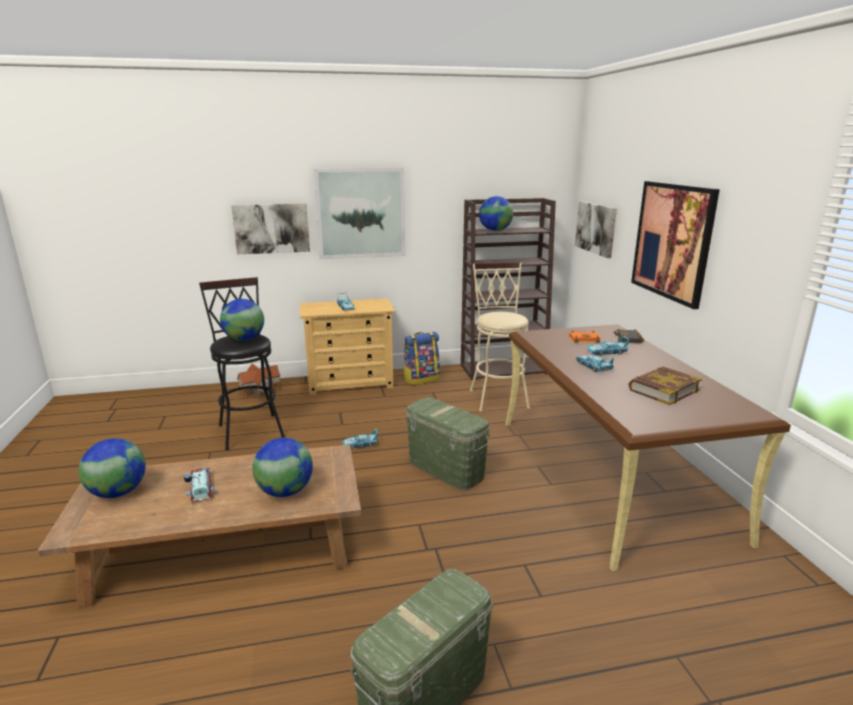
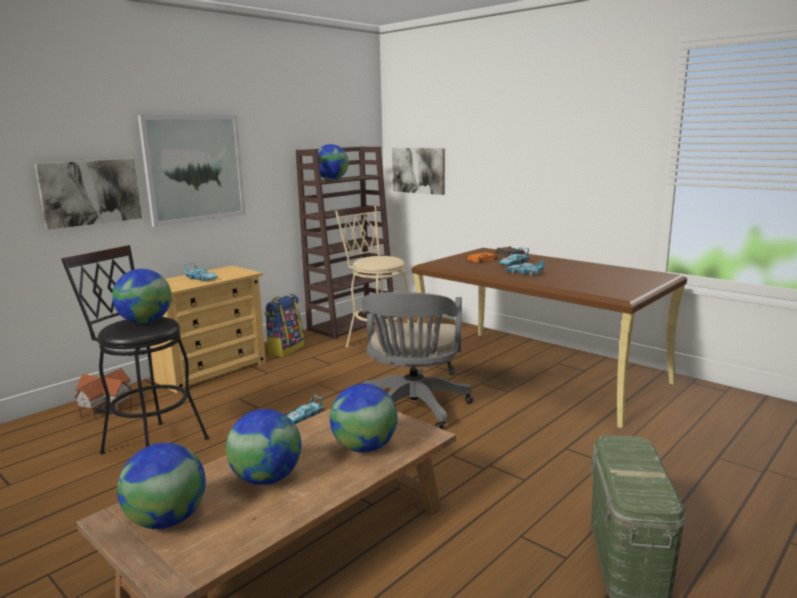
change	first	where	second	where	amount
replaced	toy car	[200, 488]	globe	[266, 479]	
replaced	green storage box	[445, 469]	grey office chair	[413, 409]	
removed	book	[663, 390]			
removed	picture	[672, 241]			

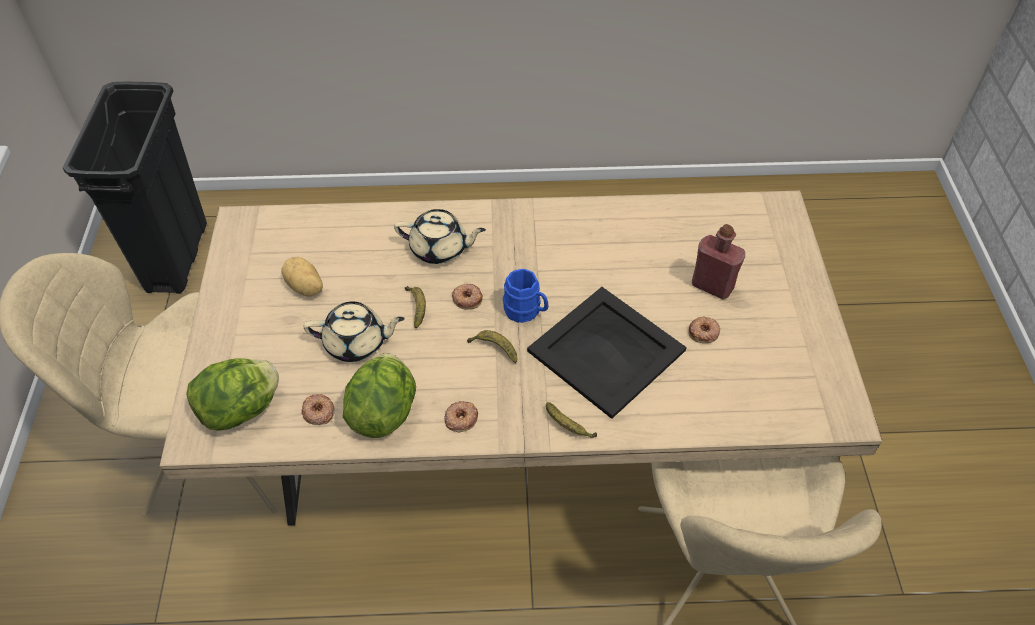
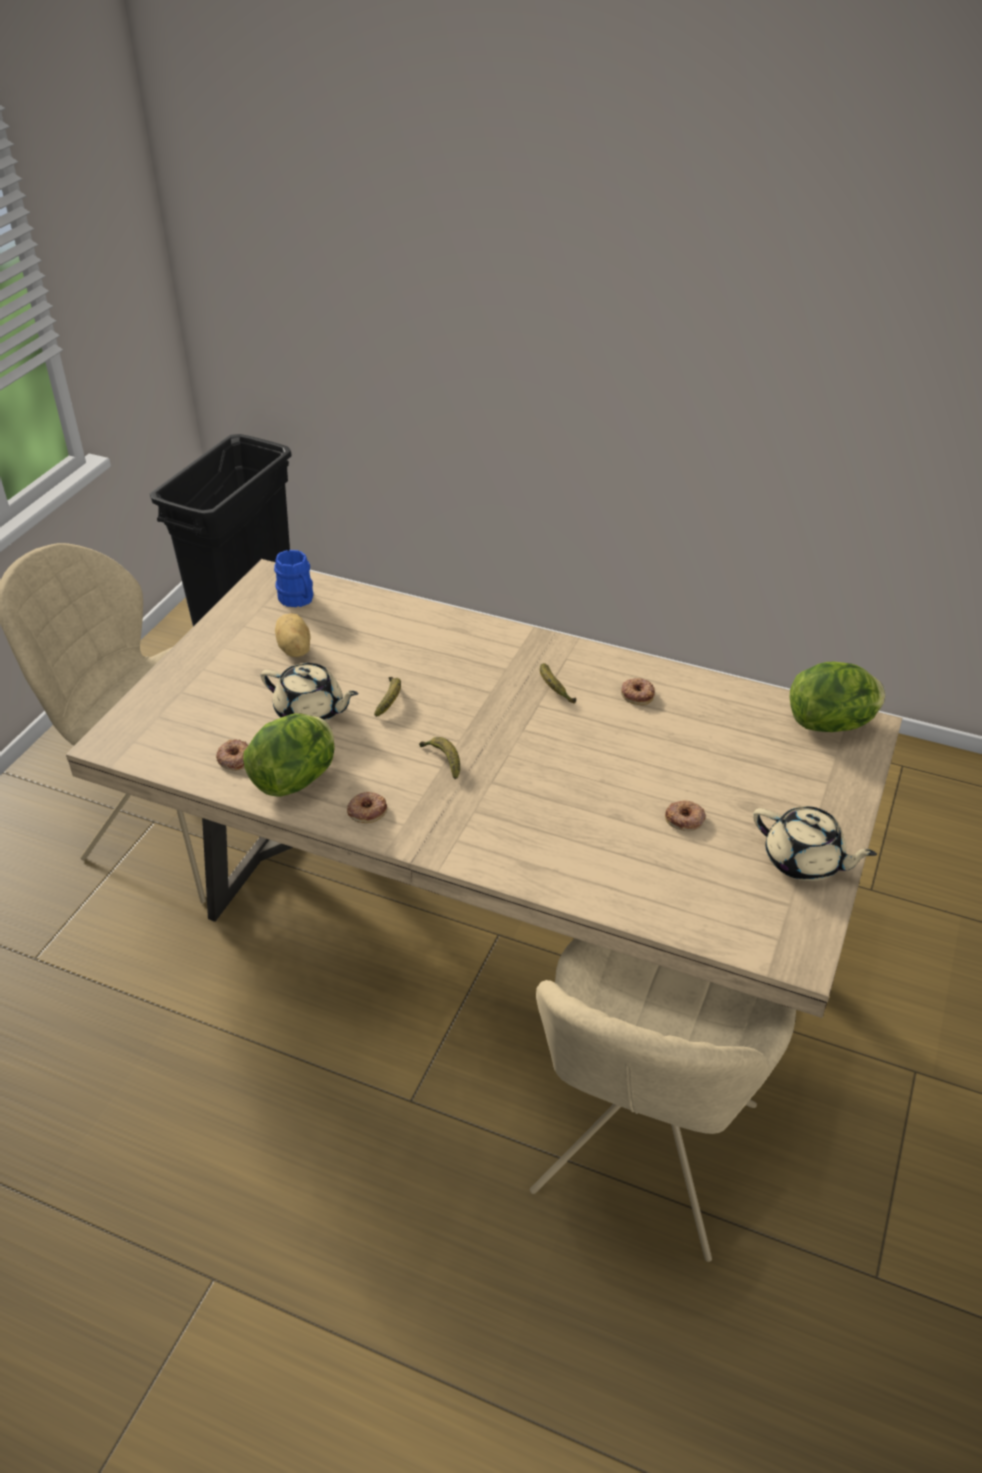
change	first	where	second	where	amount
moved	blue mug	[526, 311]		[298, 600]	
moved	banana	[567, 426]		[553, 688]	
moved	donut	[467, 298]		[637, 694]	
moved	beige teapot	[440, 249]		[804, 861]	
moved	lettuce	[241, 409]		[831, 724]	
removed	black tray	[607, 351]			
removed	red bottle	[712, 286]			

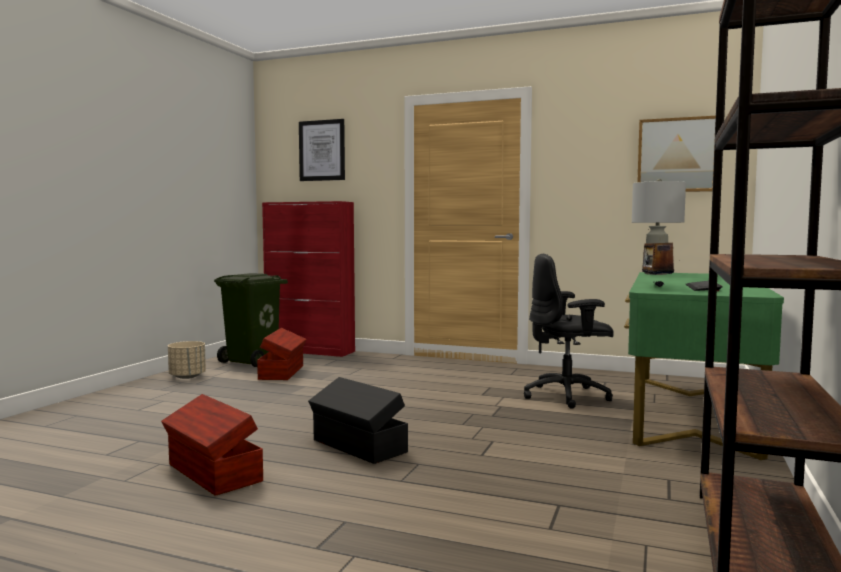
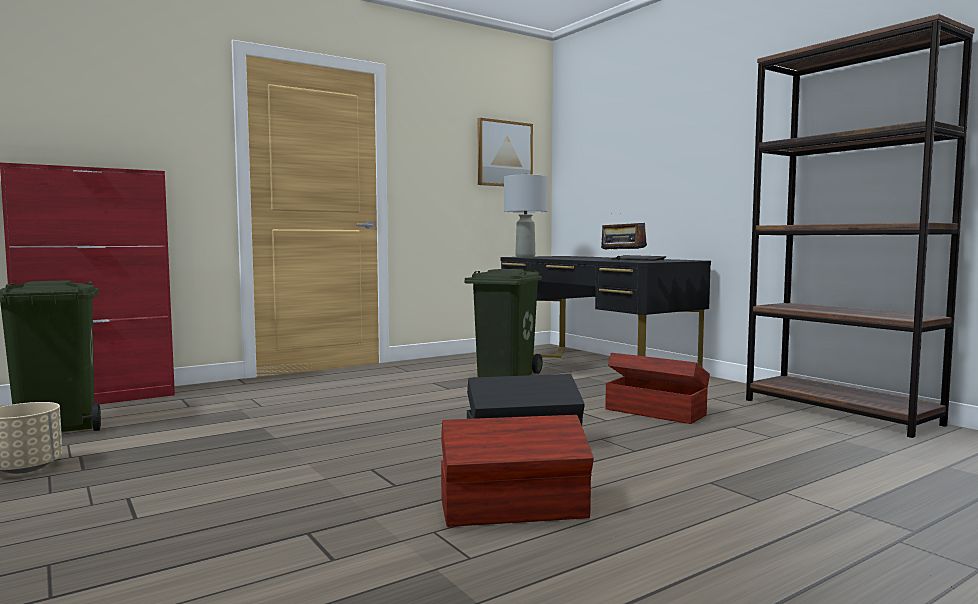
change	first	where	second	where	amount
replaced	black office chair	[567, 396]	green trash can	[504, 374]	
recoloured	green desk	[691, 412]	black desk	[595, 365]	
moved	brown storage box	[282, 372]		[655, 412]	
removed	picture	[322, 150]			

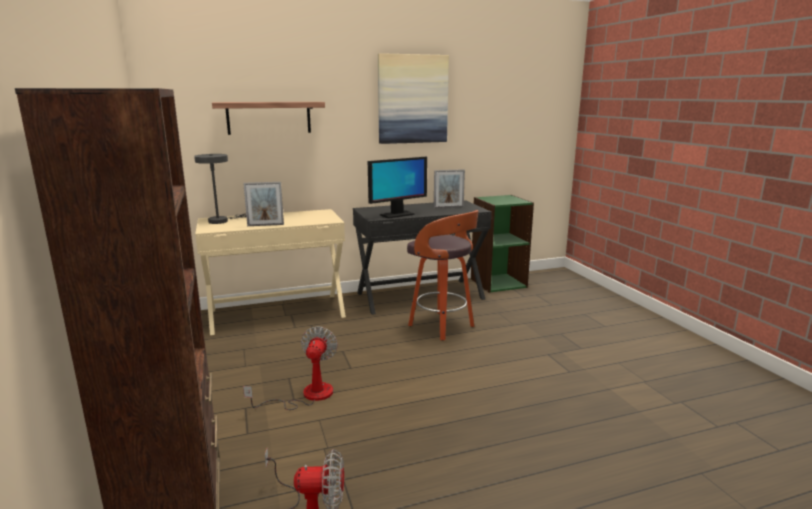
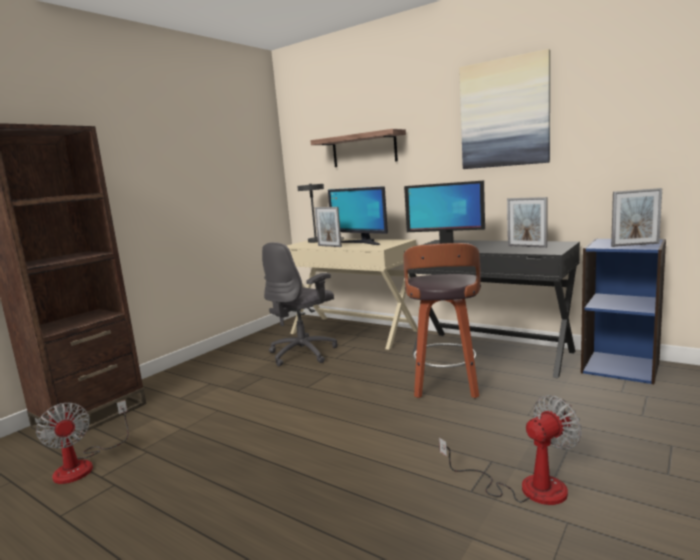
change	first	where	second	where	amount
added			grey office chair	[304, 353]	
added			monitor	[361, 242]	
moved	fan	[307, 395]		[526, 487]	
recoloured	green bookcase	[498, 283]	blue bookcase	[620, 366]	
added			picture frame	[635, 245]	

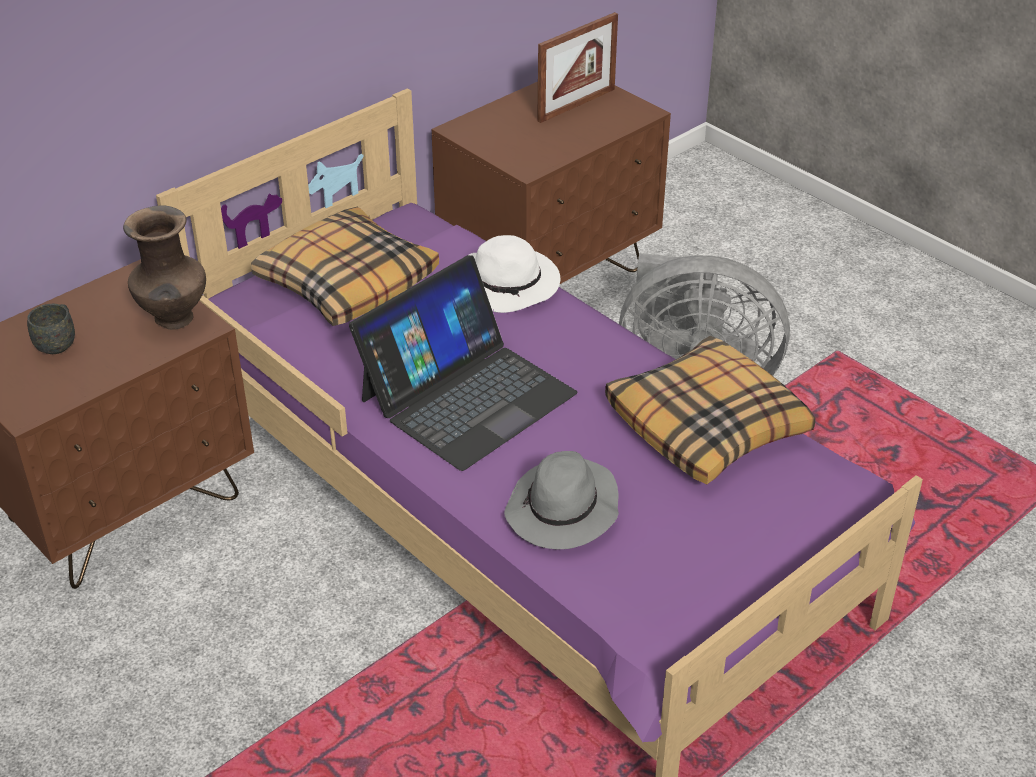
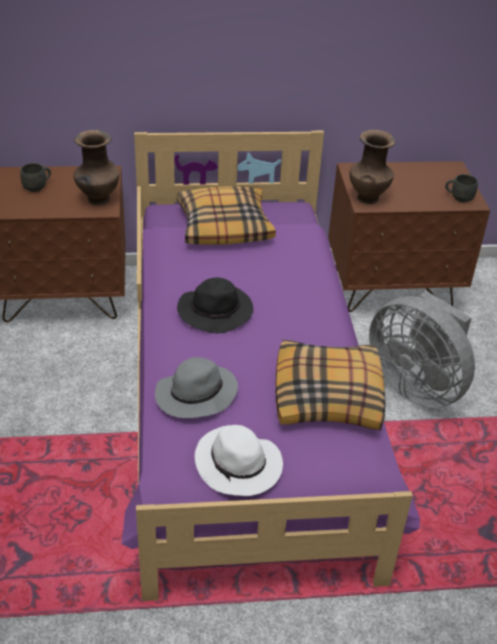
change	first	where	second	where	amount
replaced	laptop	[467, 396]	black hat	[216, 311]	
moved	white hat	[508, 285]		[239, 465]	
added			brown vase	[367, 197]	
added			grey mug	[458, 198]	
removed	picture frame	[576, 105]			

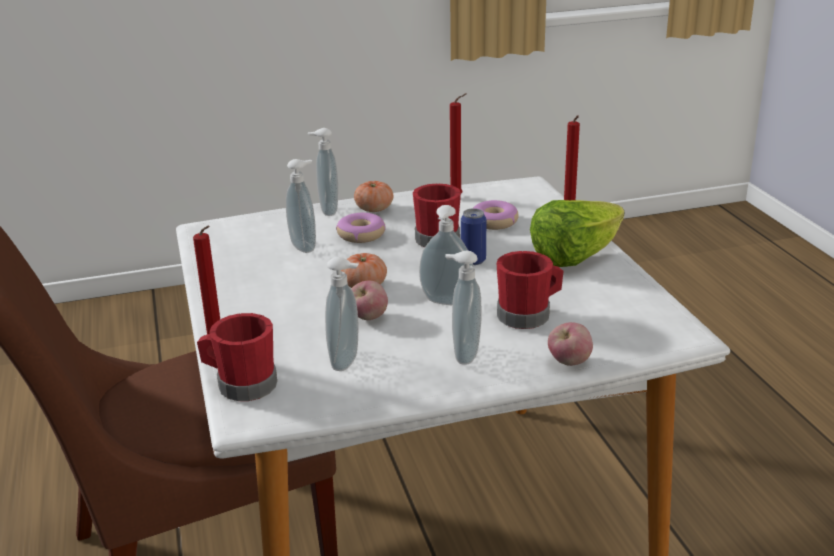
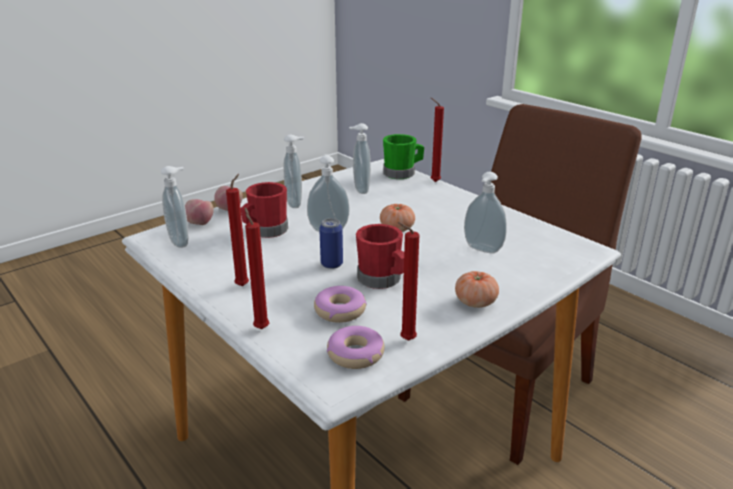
change	first	where	second	where	amount
moved	soap dispenser	[327, 210]		[181, 242]	
moved	apple	[368, 318]		[200, 224]	
replaced	lettuce	[575, 257]	red candle	[243, 285]	
moved	donut	[361, 235]		[356, 354]	
recoloured	red mug	[241, 385]	green mug	[402, 173]	

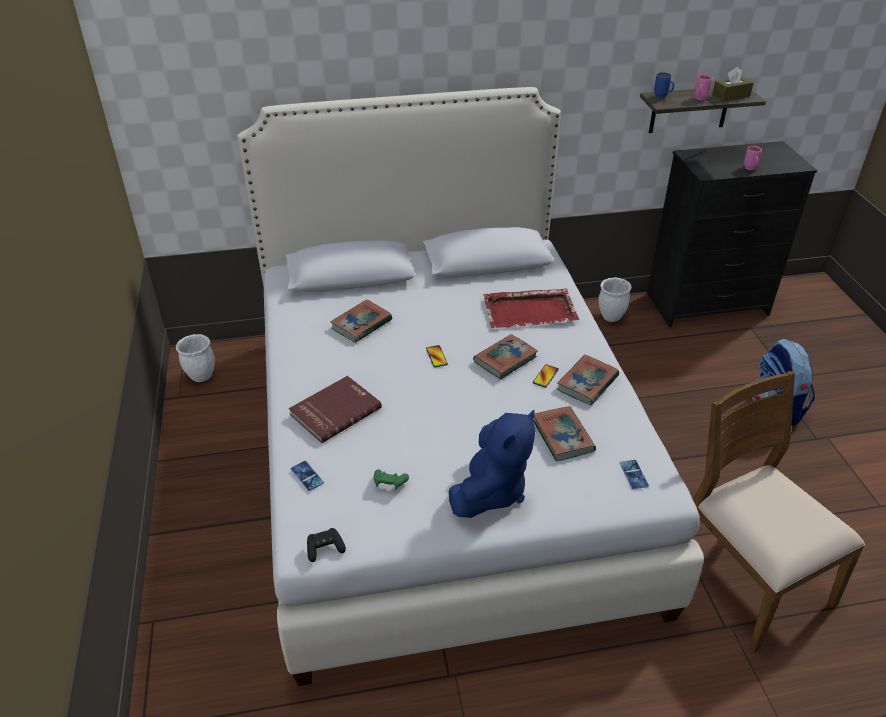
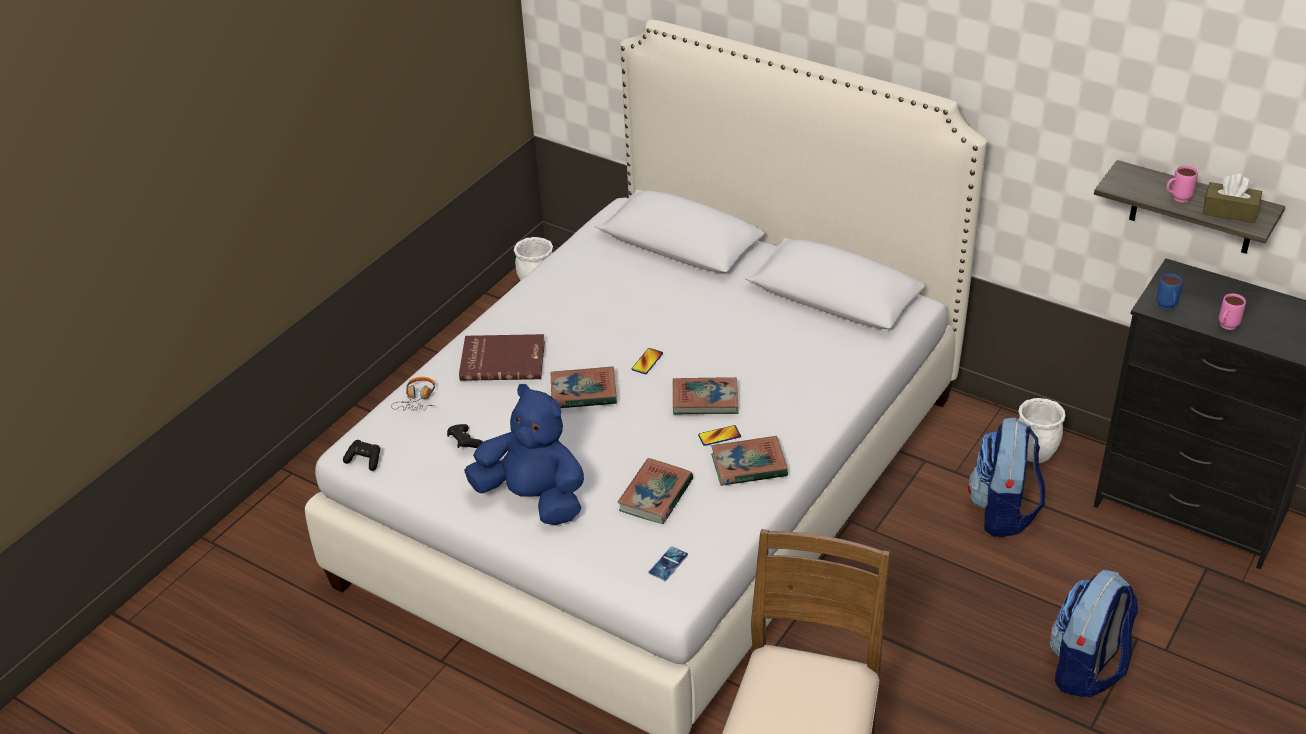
change	first	where	second	where	amount
replaced	phone	[307, 476]	headphones	[417, 399]	
recoloured	green game controller	[389, 484]	black game controller	[464, 442]	
turned	blue plush toy	[491, 491]		[533, 498]	135 degrees counterclockwise
moved	book	[361, 324]		[583, 392]	
added			backpack	[1003, 512]	
moved	blue mug	[662, 97]		[1166, 308]	
removed	red tray	[530, 311]			

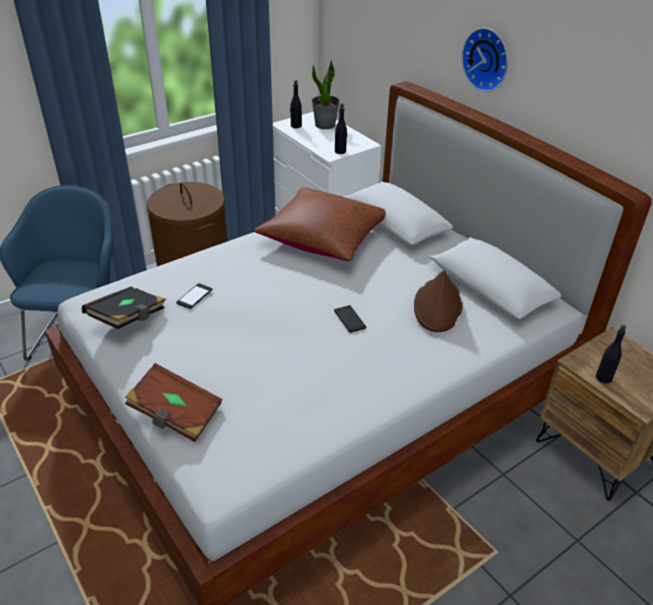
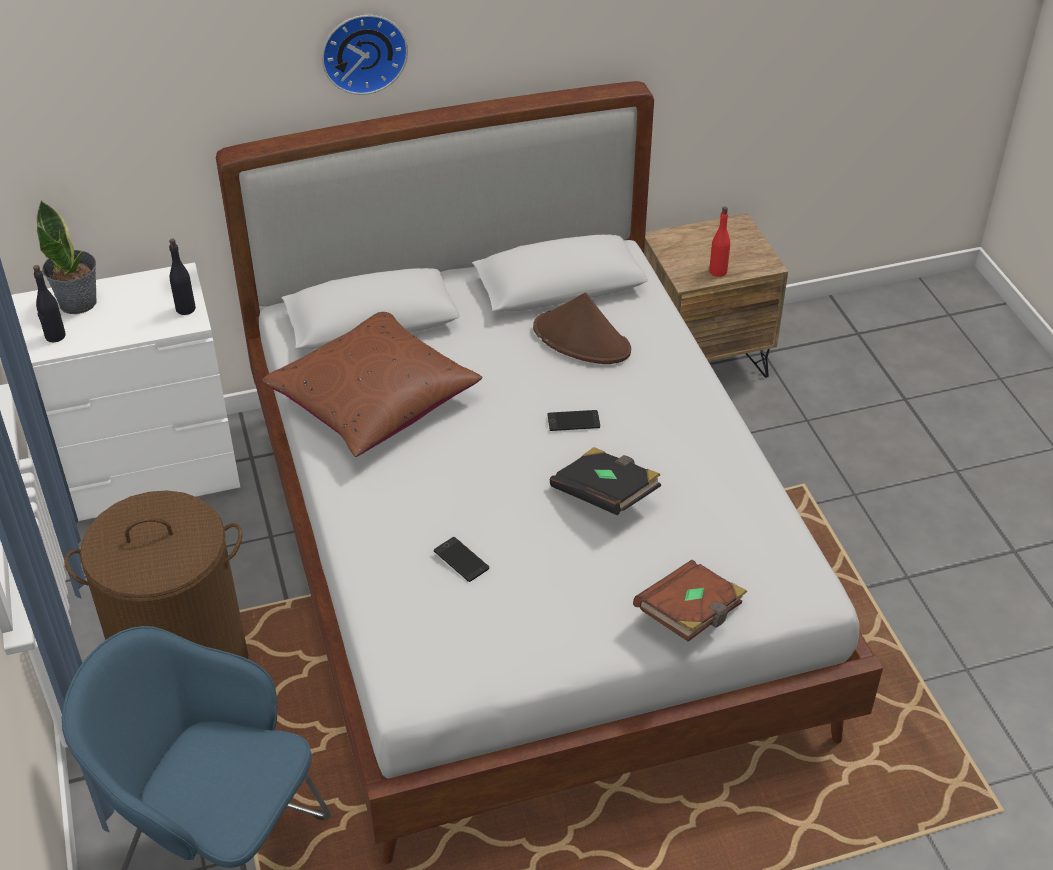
change	first	where	second	where	amount
moved	black book	[128, 318]		[605, 495]	
recoloured	black bottle	[604, 377]	red bottle	[718, 271]	

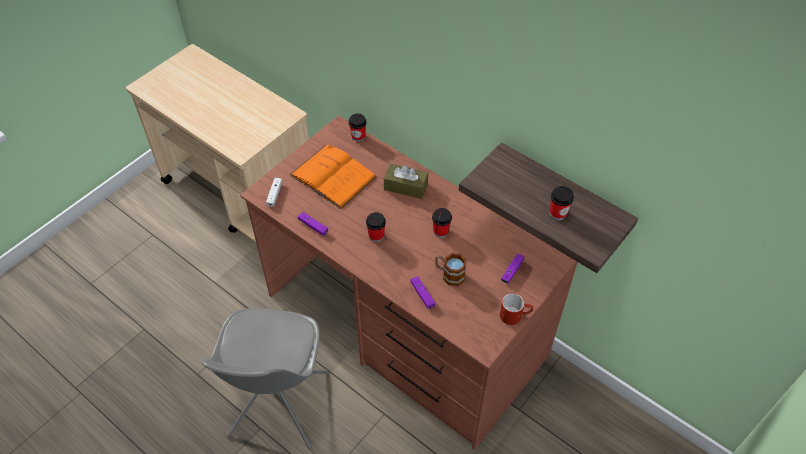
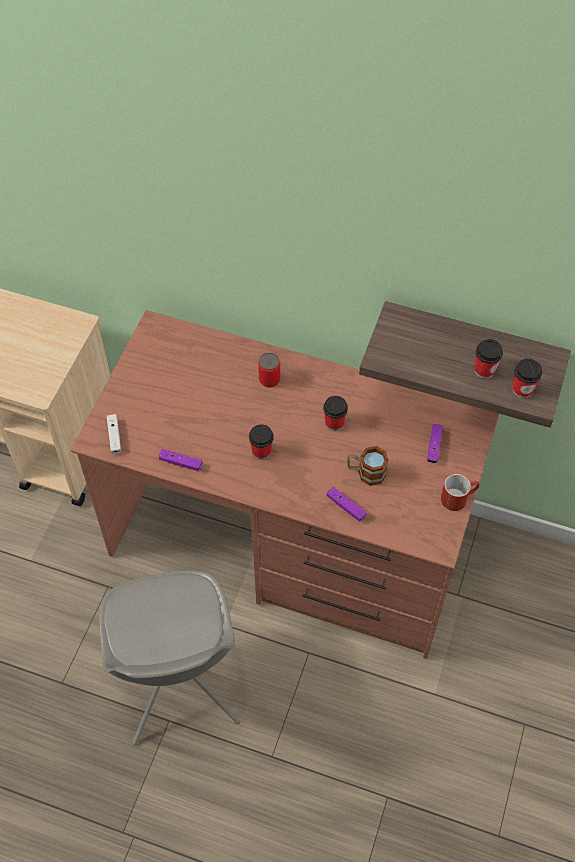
change	first	where	second	where	amount
replaced	brown tissue box	[406, 187]	can	[269, 379]	
moved	cup	[358, 136]		[522, 390]	
removed	orange book	[333, 176]			

